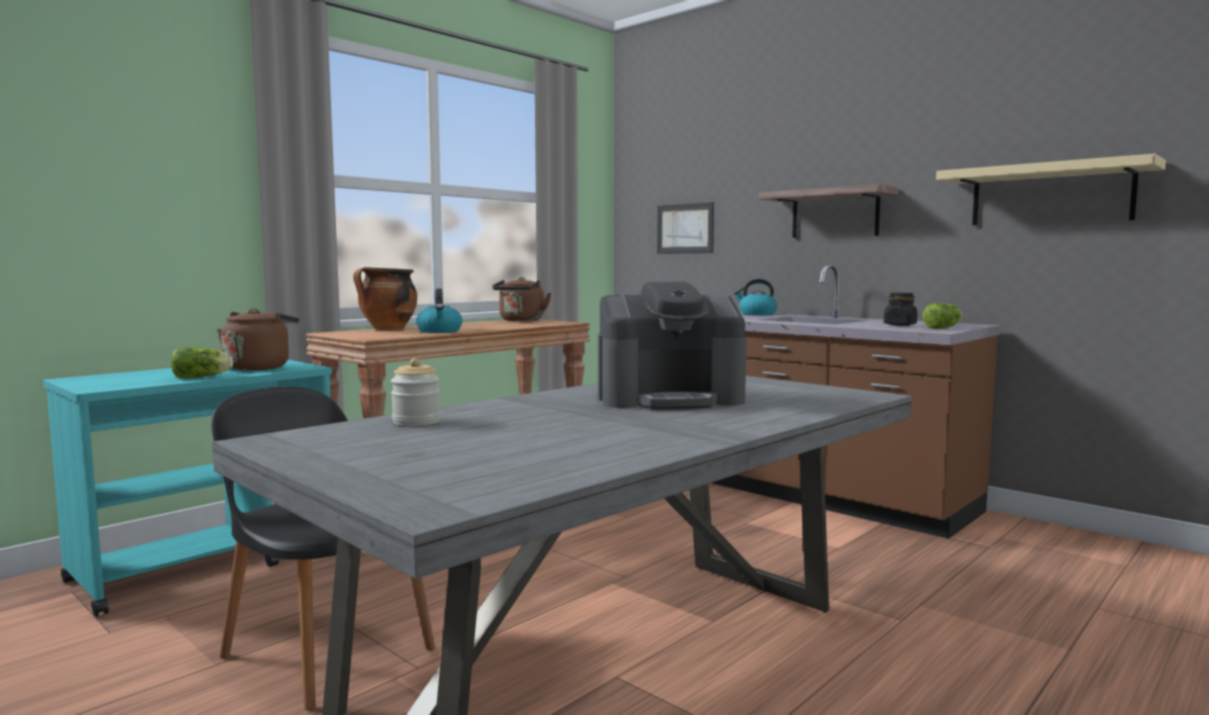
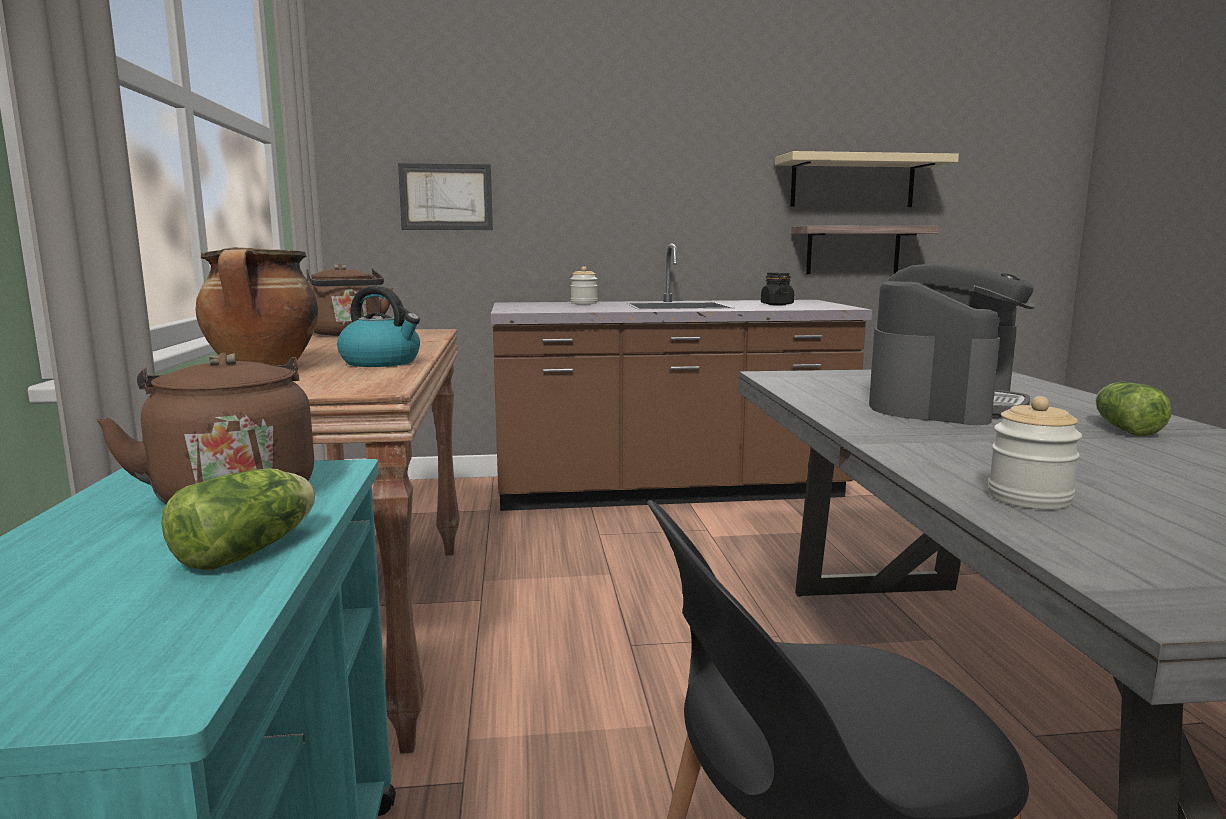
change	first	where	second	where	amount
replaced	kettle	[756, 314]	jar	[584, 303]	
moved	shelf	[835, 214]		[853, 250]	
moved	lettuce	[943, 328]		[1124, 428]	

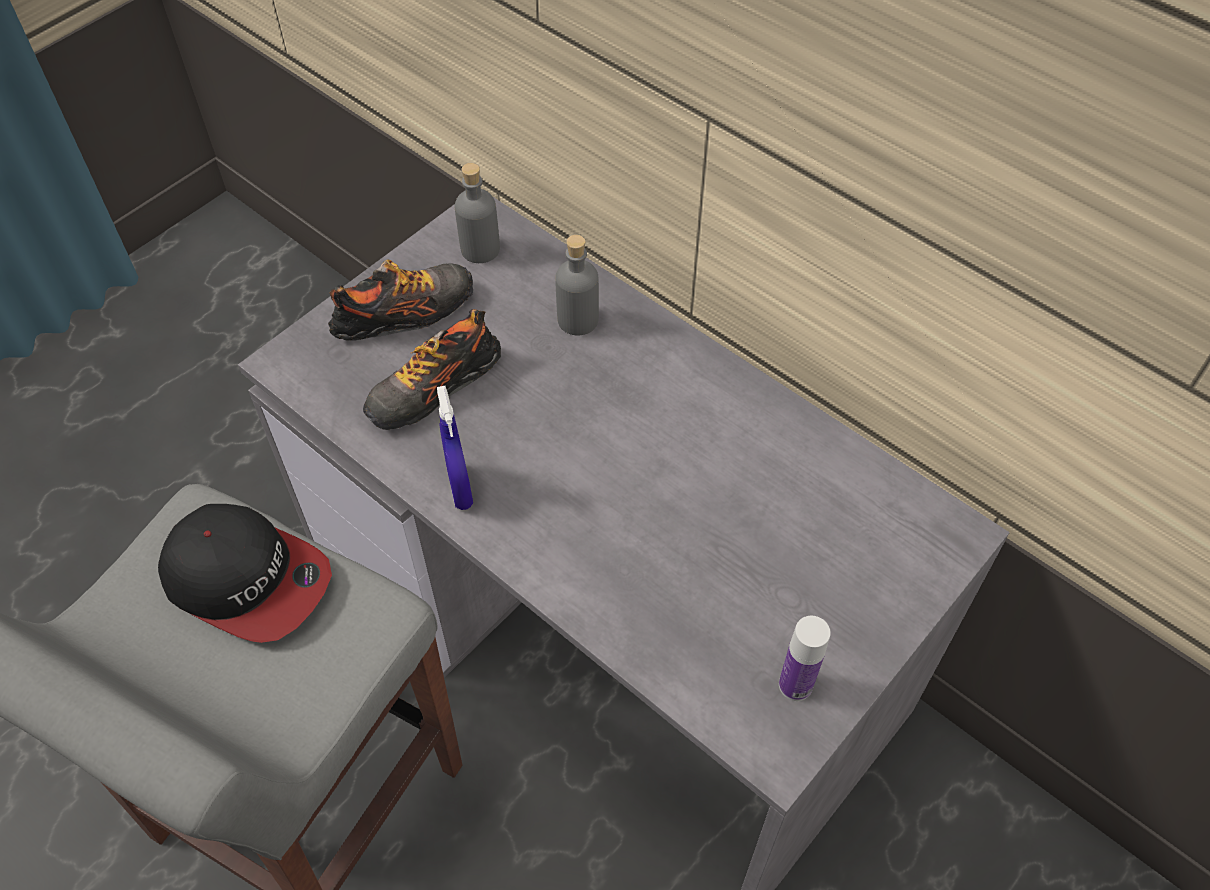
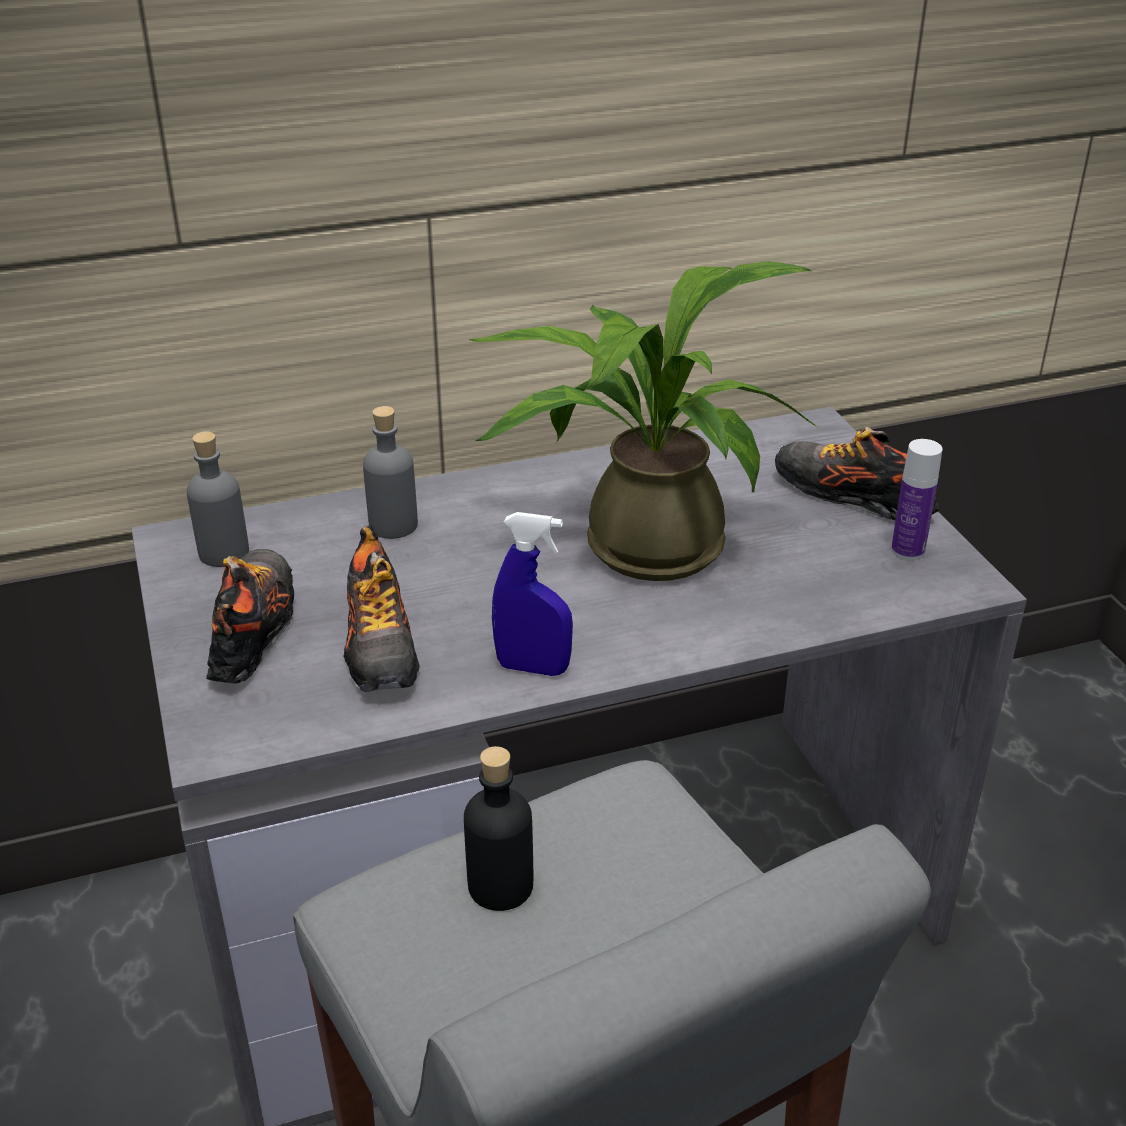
change	first	where	second	where	amount
replaced	cap	[248, 579]	black bottle	[500, 886]	
added			potted plant	[638, 542]	
added			shoe	[852, 496]	

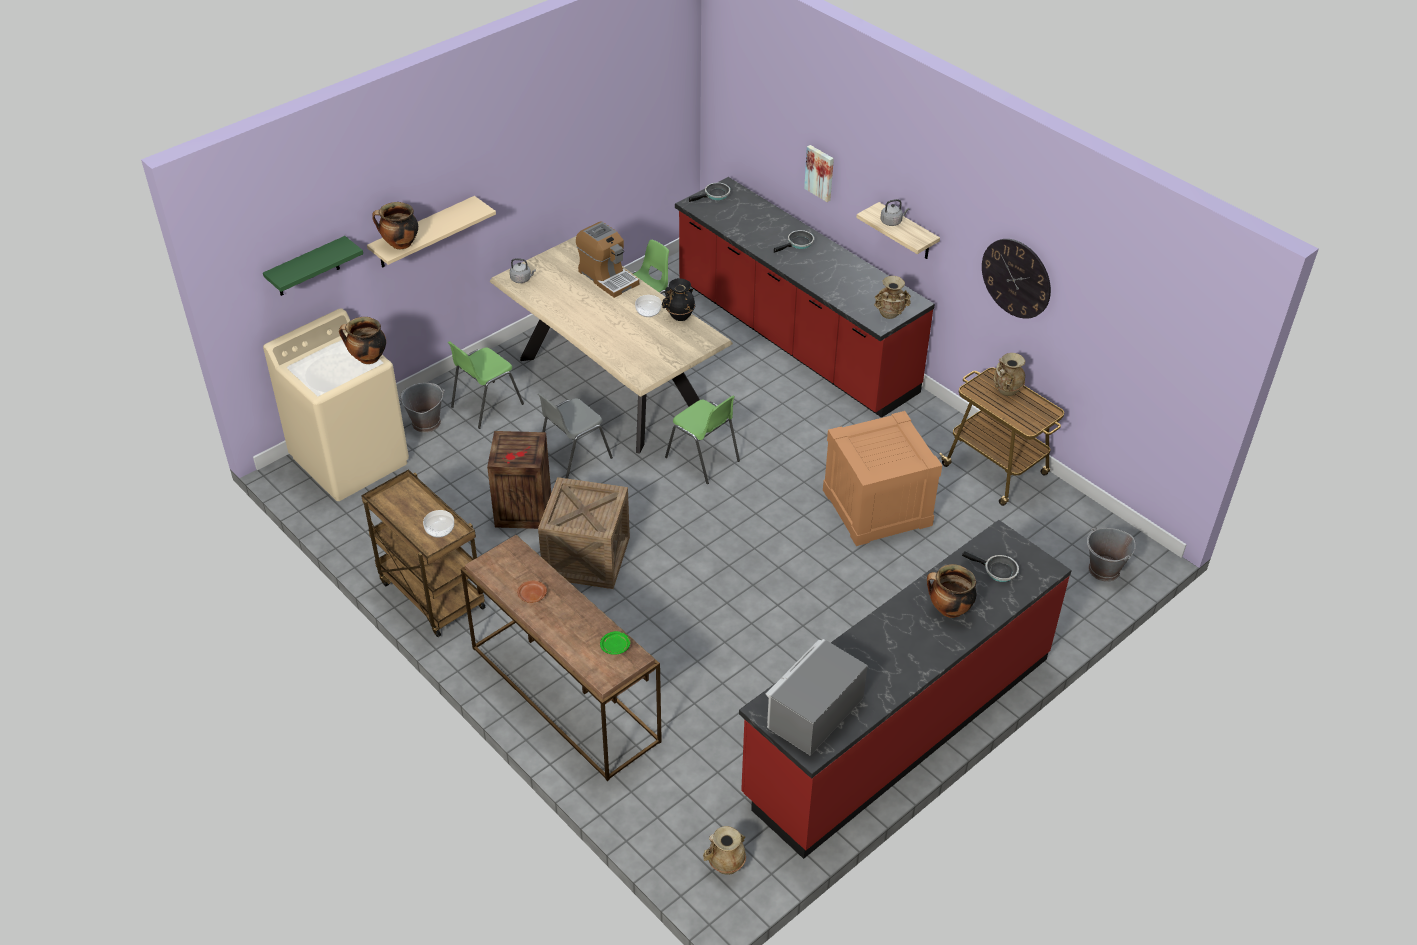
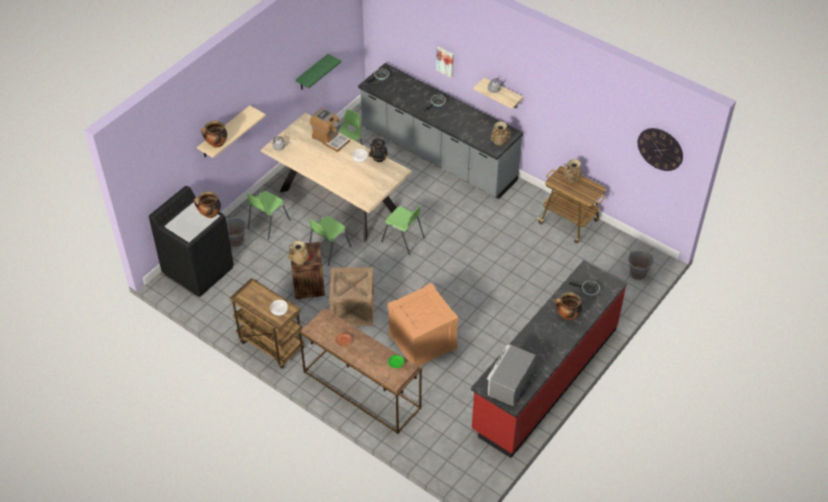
change	first	where	second	where	amount
recoloured	beige washing machine	[351, 460]	black washing machine	[198, 270]	
moved	beige vase	[725, 865]		[299, 261]	
moved	green shelf	[307, 267]		[312, 73]	
recoloured	grey chair	[573, 458]	green chair	[328, 249]	
recoloured	red counter	[794, 339]	grey counter	[438, 156]	
moved	crate	[876, 508]		[422, 341]	
moved	wall clock	[1016, 278]		[660, 149]	

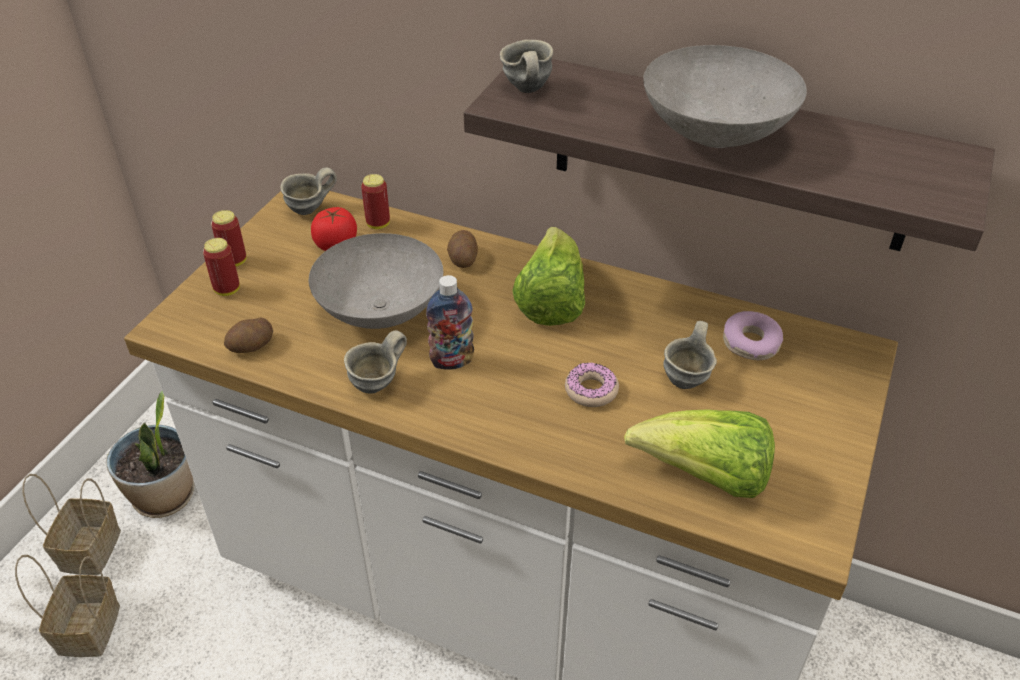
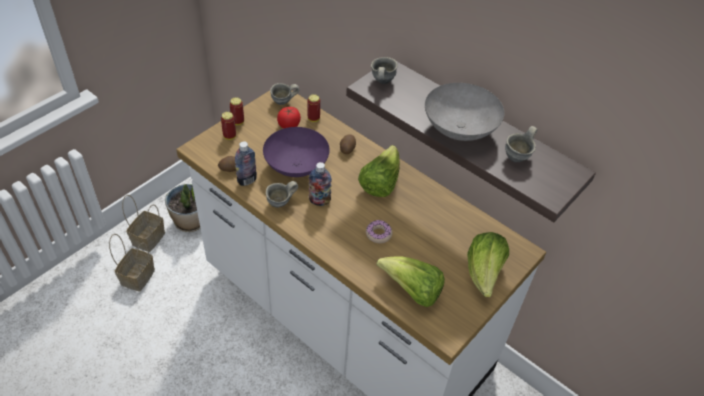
change	first	where	second	where	amount
added			bottle	[247, 180]	
recoloured	grey bowl	[383, 311]	purple bowl	[297, 166]	
added			lettuce	[484, 273]	
moved	grey mug	[689, 379]		[519, 157]	
removed	donut	[750, 343]			

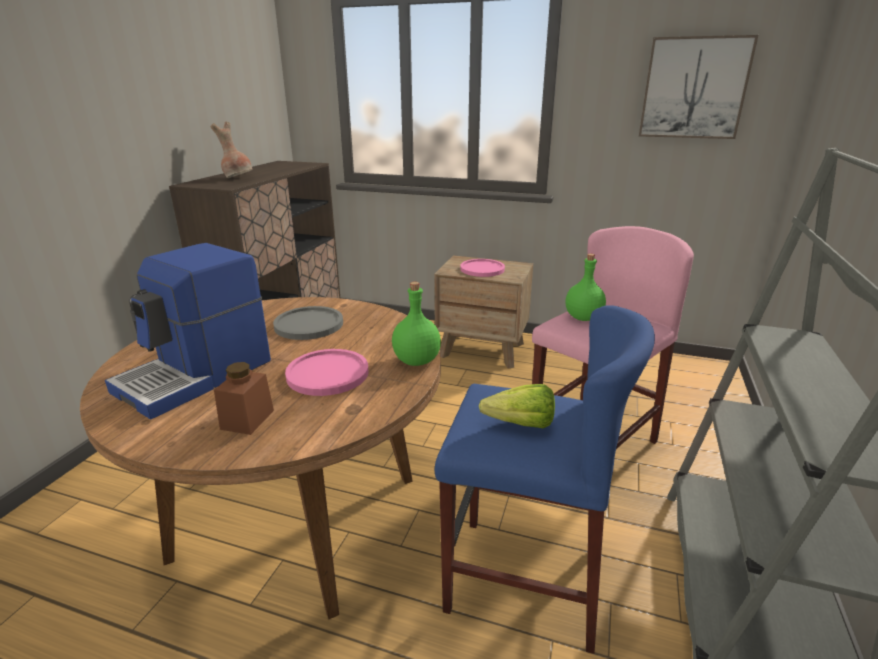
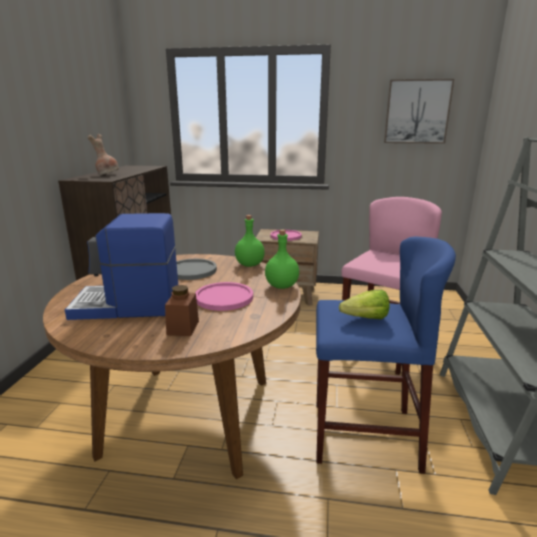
change	first	where	second	where	amount
turned	coffee machine	[197, 376]		[128, 306]	60 degrees clockwise
moved	green bottle	[582, 318]		[249, 265]	

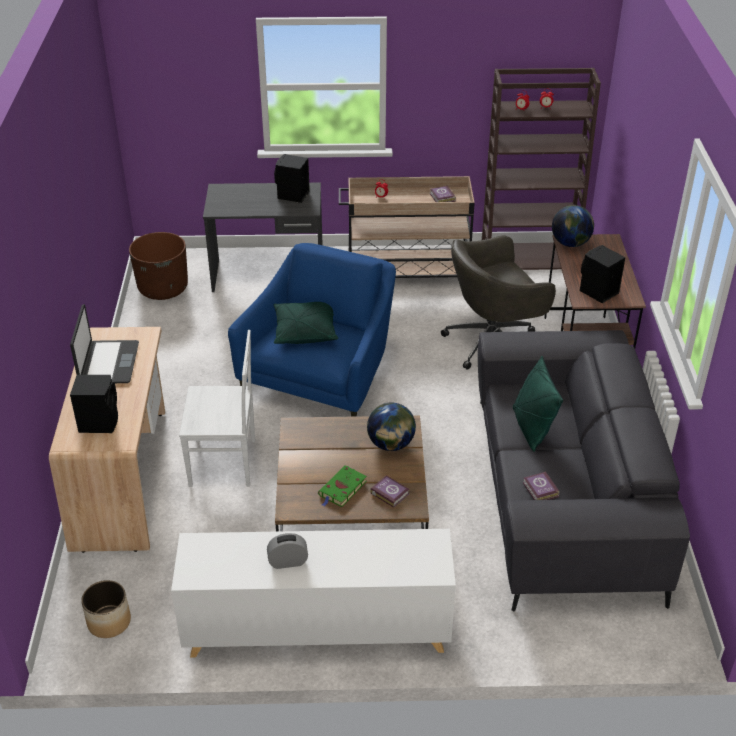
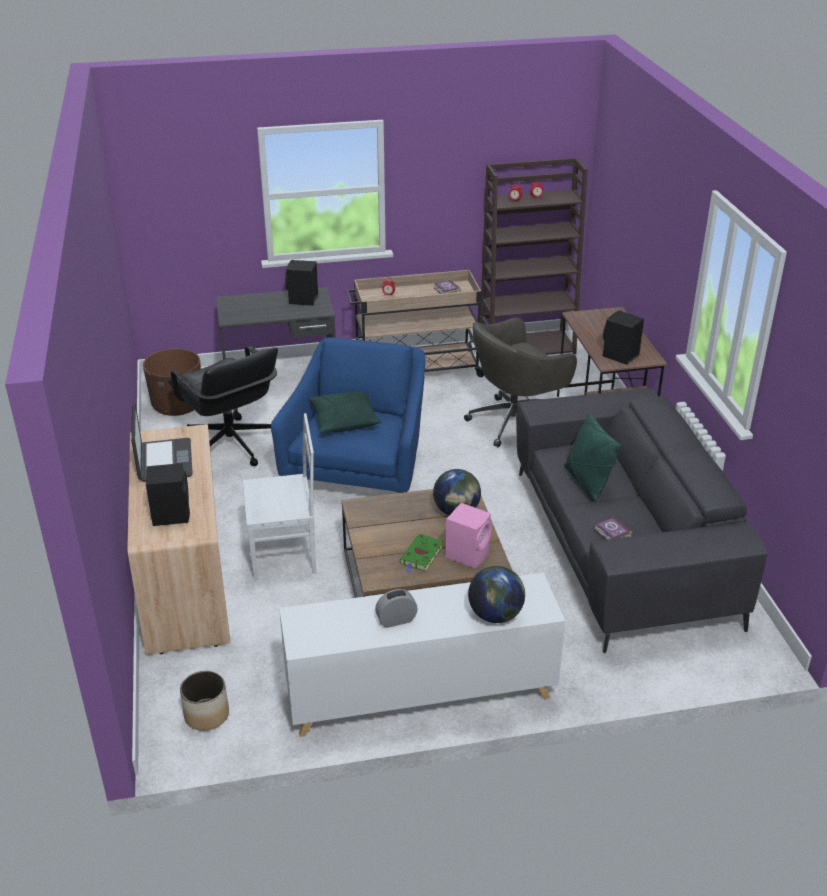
change	first	where	second	where	amount
added			black office chair	[231, 446]	
replaced	book	[389, 493]	pink speaker	[468, 554]	
moved	globe	[570, 243]		[495, 615]	

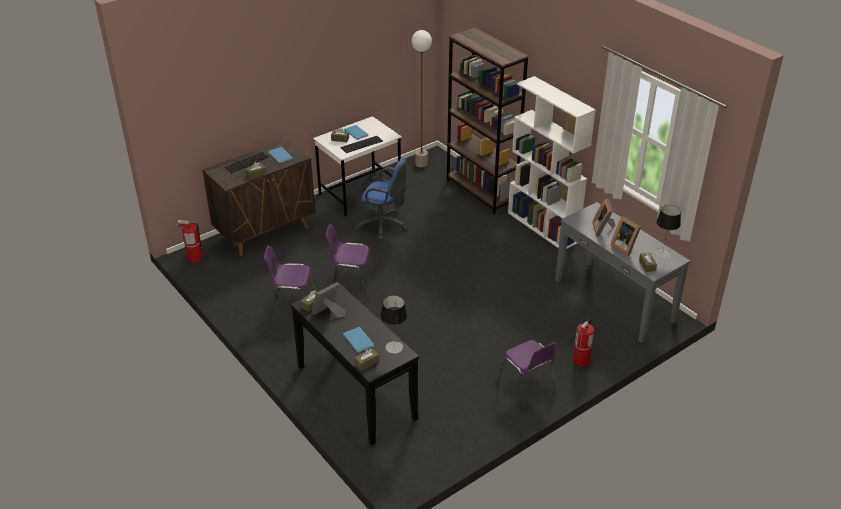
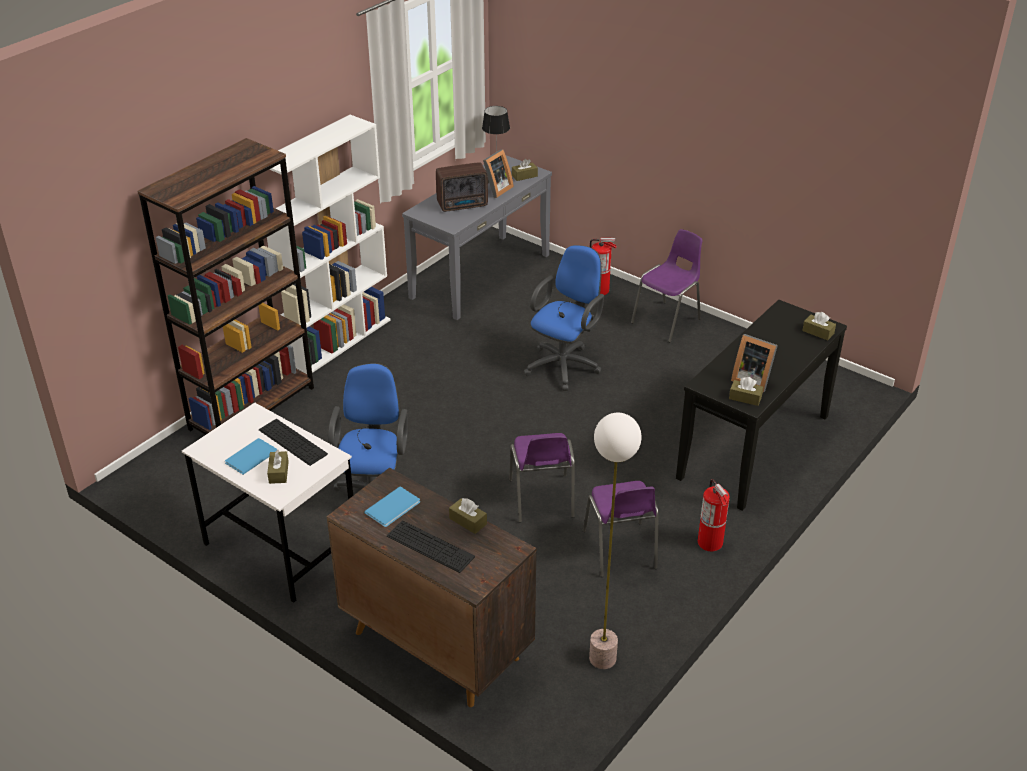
change	first	where	second	where	amount
replaced	picture frame	[603, 229]	radio	[463, 205]	
added			blue office chair	[565, 364]	
moved	floor lamp	[421, 164]		[602, 658]	
moved	fire extinguisher	[194, 258]		[710, 543]	
removed	blue book	[358, 339]			
removed	table lamp	[394, 347]			

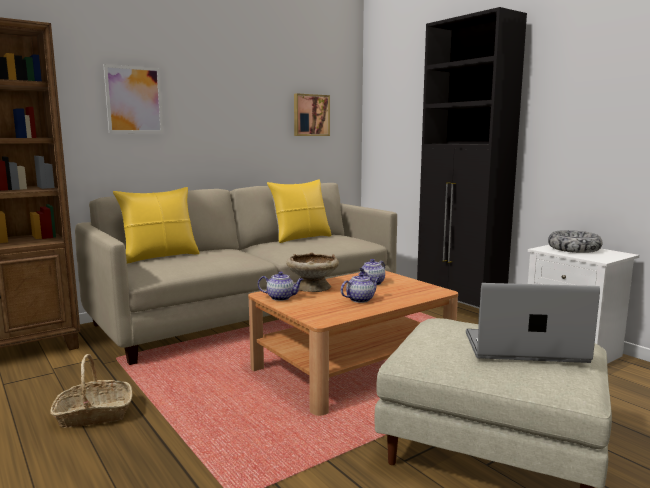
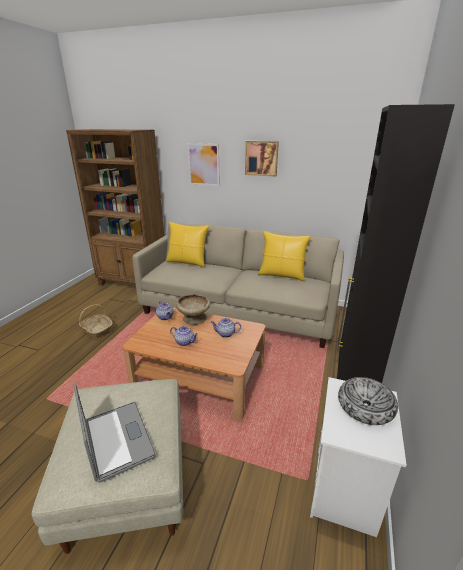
change	first	where	second	where	amount
moved	picture	[310, 115]		[261, 158]	

